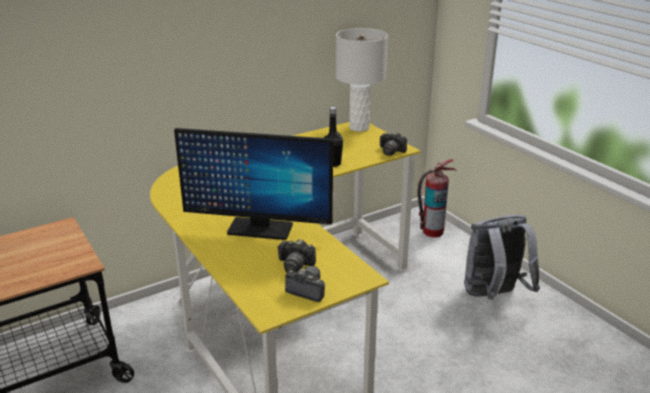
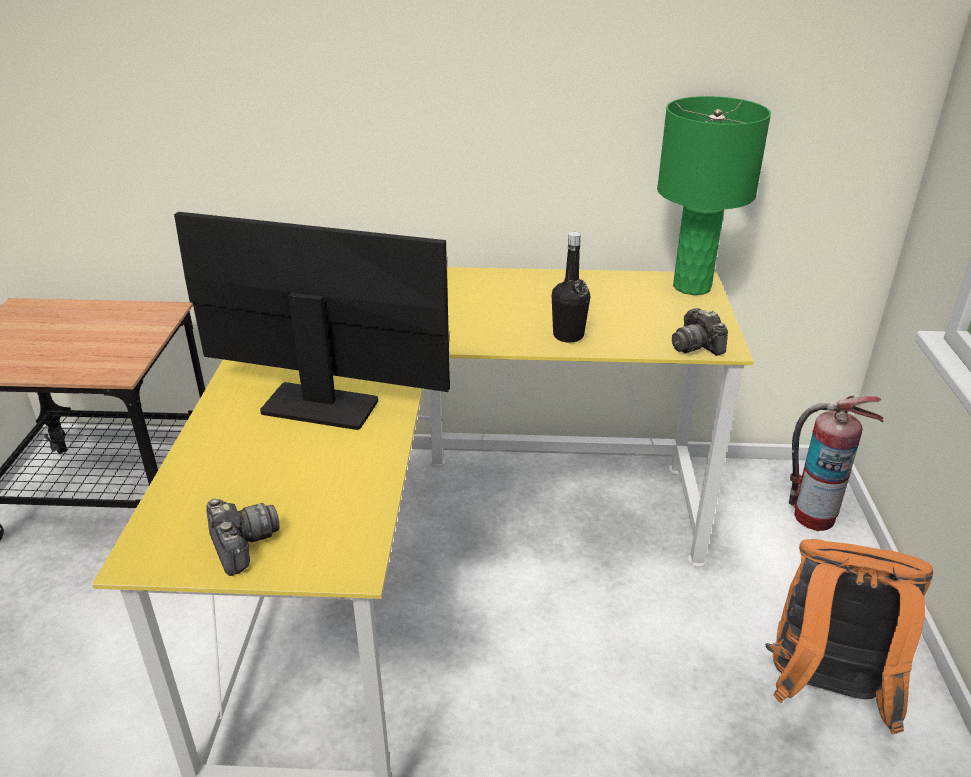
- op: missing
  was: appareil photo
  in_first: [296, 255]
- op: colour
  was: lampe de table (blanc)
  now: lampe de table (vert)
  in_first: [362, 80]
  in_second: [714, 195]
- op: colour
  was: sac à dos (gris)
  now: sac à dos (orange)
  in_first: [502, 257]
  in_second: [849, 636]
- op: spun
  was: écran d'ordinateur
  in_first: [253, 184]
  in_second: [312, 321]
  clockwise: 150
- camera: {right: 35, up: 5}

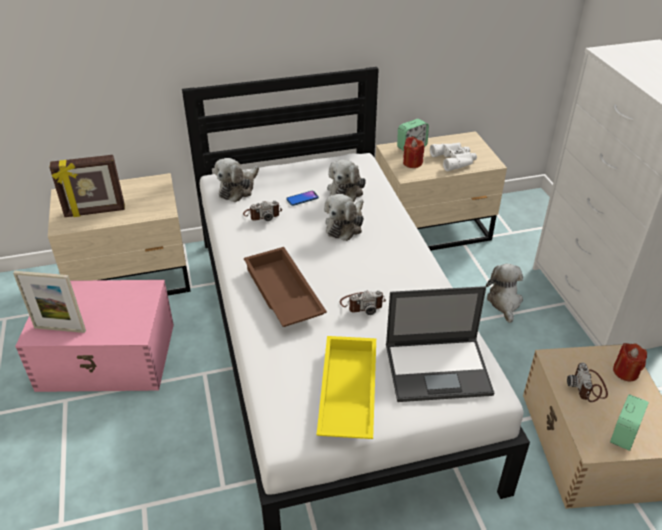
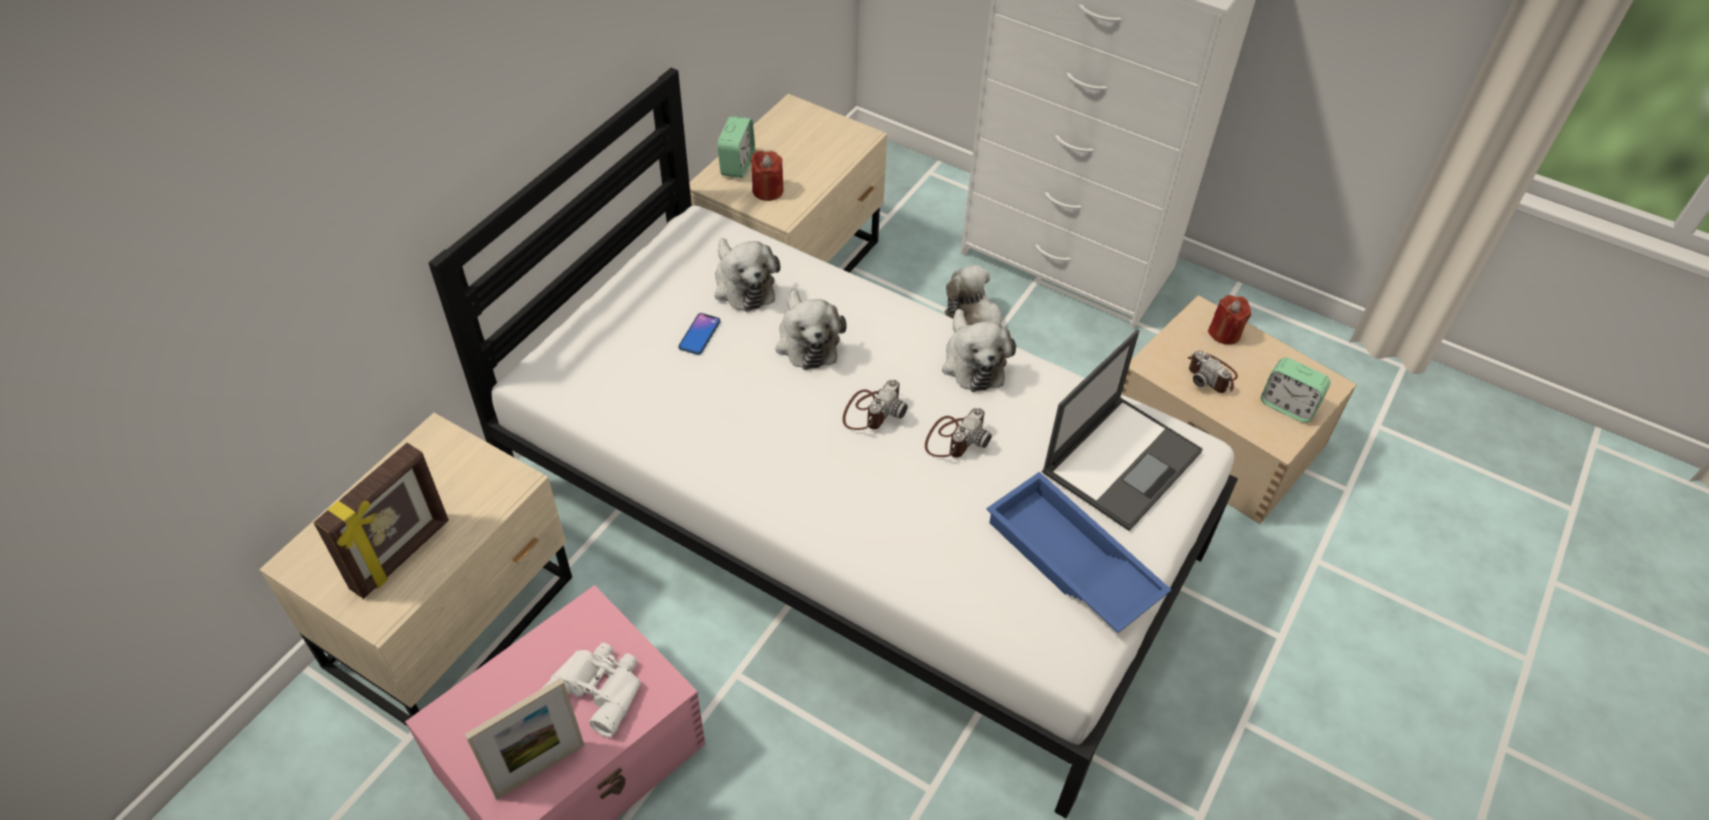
- op: missing
  was: plateau (marron)
  in_first: [285, 287]
- op: relocated
  was: peluche
  in_first: [236, 180]
  in_second: [979, 350]
- op: relocated
  was: appareil photo
  in_first: [262, 211]
  in_second: [875, 404]
- op: relocated
  was: jumelles (blanc)
  in_first: [453, 157]
  in_second: [591, 690]
- op: colour
  was: plateau (jaune)
  now: plateau (bleu)
  in_first: [346, 387]
  in_second: [1078, 552]
- op: spun
  was: réveil
  in_first: [629, 422]
  in_second: [1296, 390]
  clockwise: 135
- camera: {right: -45, up: 10}

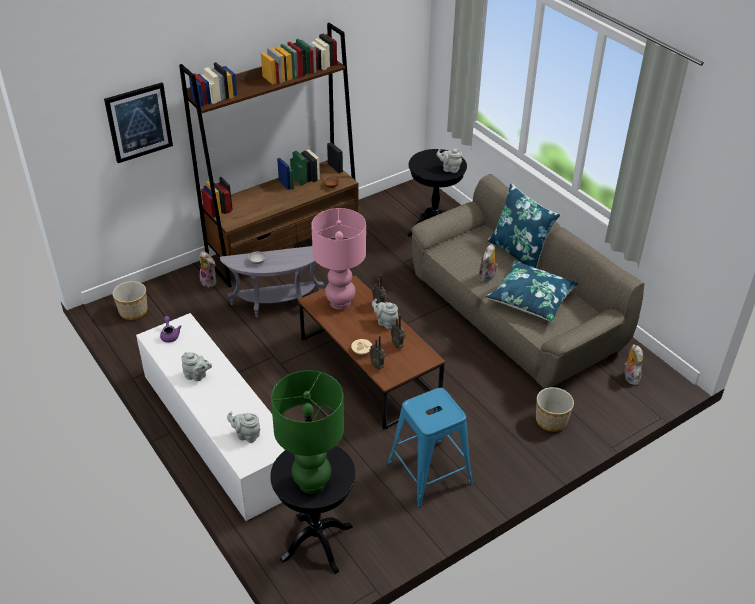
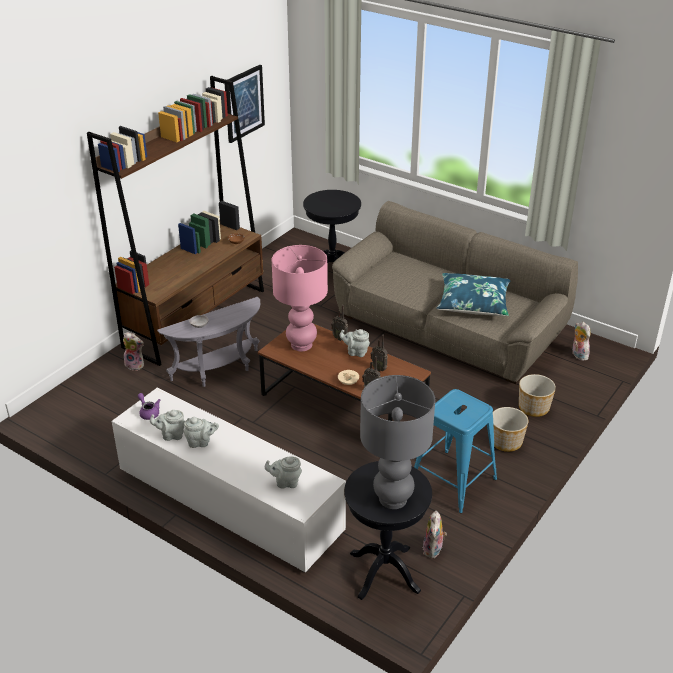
- op: missing
  was: coussin (bleu)
  in_first: [524, 225]
- op: relocated
  was: tableau
  in_first: [138, 122]
  in_second: [245, 104]
- op: relocated
  was: cache-pot
  in_first: [130, 300]
  in_second: [510, 429]
- op: relocated
  was: théière (gris)
  in_first: [449, 160]
  in_second: [167, 425]
- op: relocated
  was: peluche
  in_first: [488, 263]
  in_second: [435, 534]
- op: colour
  was: lampe de table (vert)
  now: lampe de table (gris)
  in_first: [307, 432]
  in_second: [397, 442]
- camera: {right: -20, up: -5}

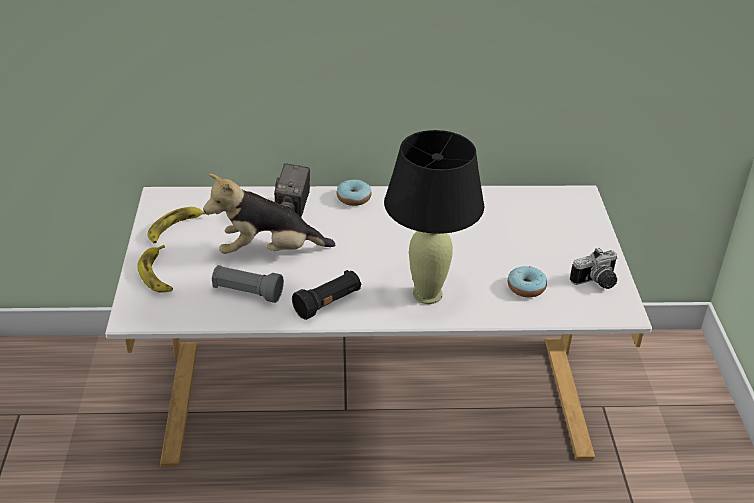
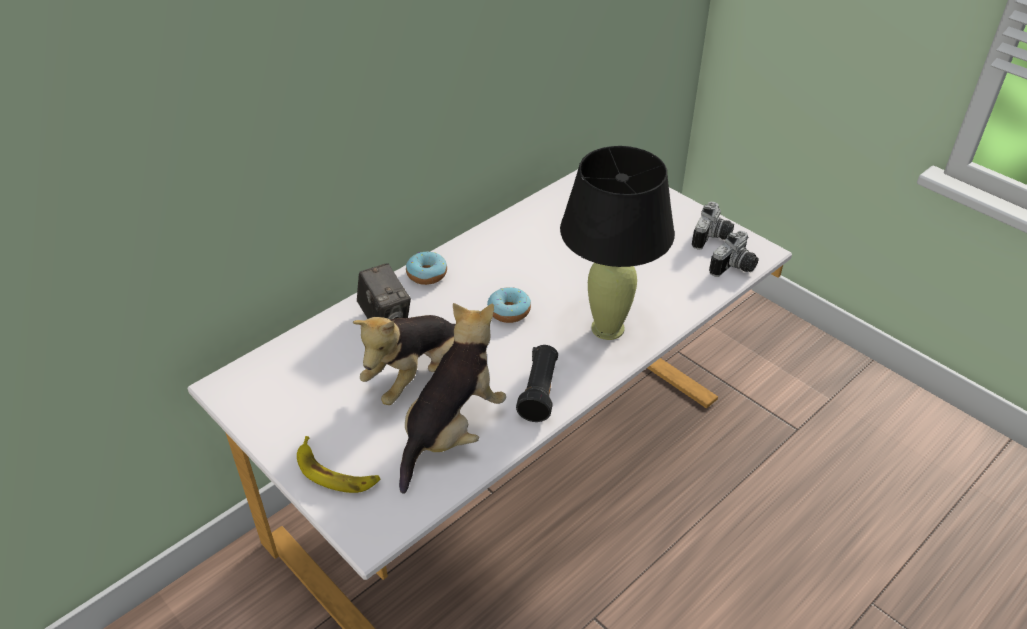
- op: missing
  was: banane
  in_first: [178, 225]
- op: appeared
  now: appareil photo
  in_second: [734, 254]
- op: relocated
  was: beignet
  in_first: [527, 281]
  in_second: [509, 305]
- op: exchanged
  was: lampe de poche (gris)
  now: peluche
  in_first: [248, 284]
  in_second: [452, 398]
- camera: {right: -40, up: 5}

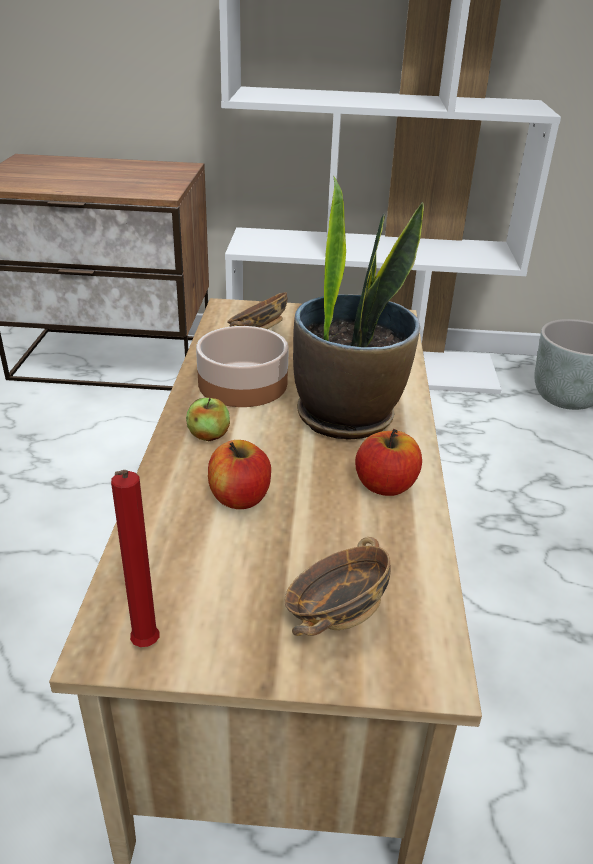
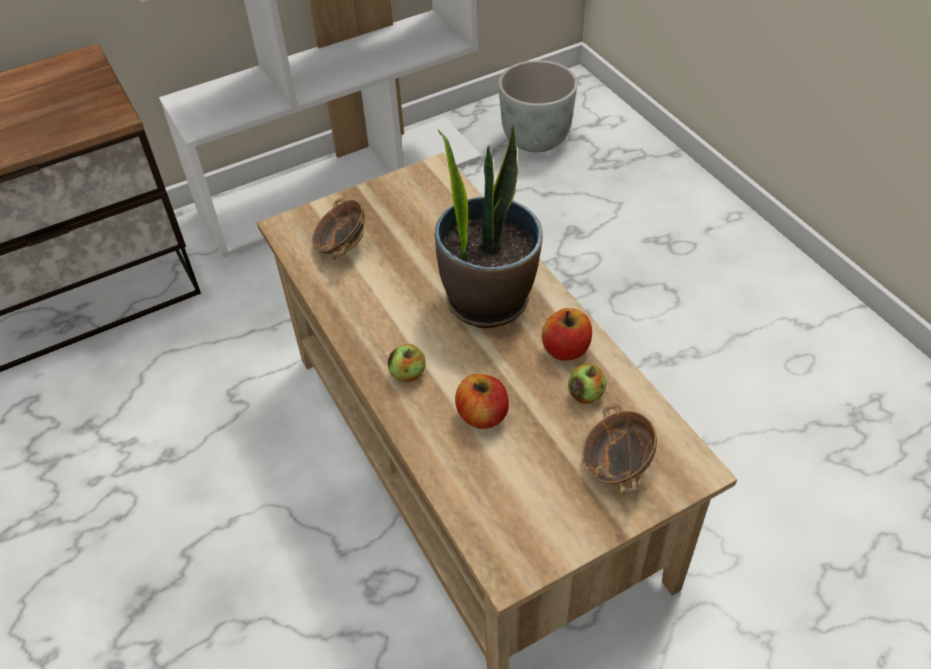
- op: missing
  was: bougie (rouge)
  in_first: [135, 558]
- op: missing
  was: bol
  in_first: [242, 366]
- op: appeared
  now: pomme
  in_second: [587, 384]
- camera: {right: -30, up: 15}

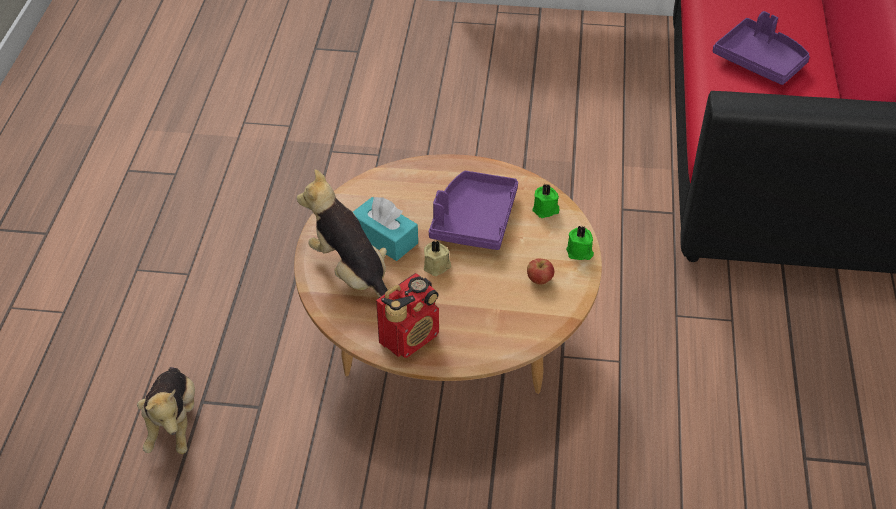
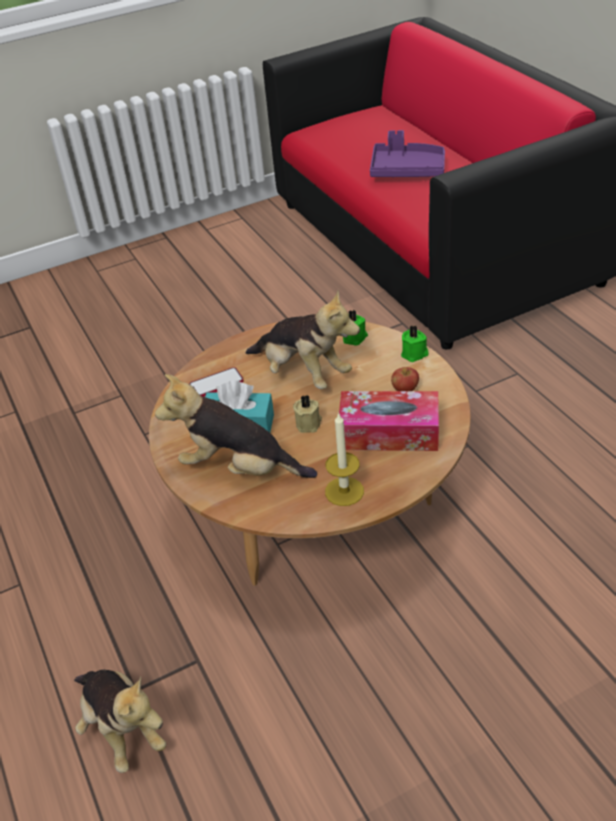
- op: appeared
  now: téléphone
  in_second: [216, 382]
- op: appeared
  now: boîte à mouchoirs
  in_second: [389, 421]
- op: exchanged
  was: radio
  now: bougie
  in_first: [407, 315]
  in_second: [344, 459]
- op: exchanged
  was: plateau (violet)
  now: peluche
  in_first: [473, 210]
  in_second: [302, 339]
- camera: {right: -30, up: -5}

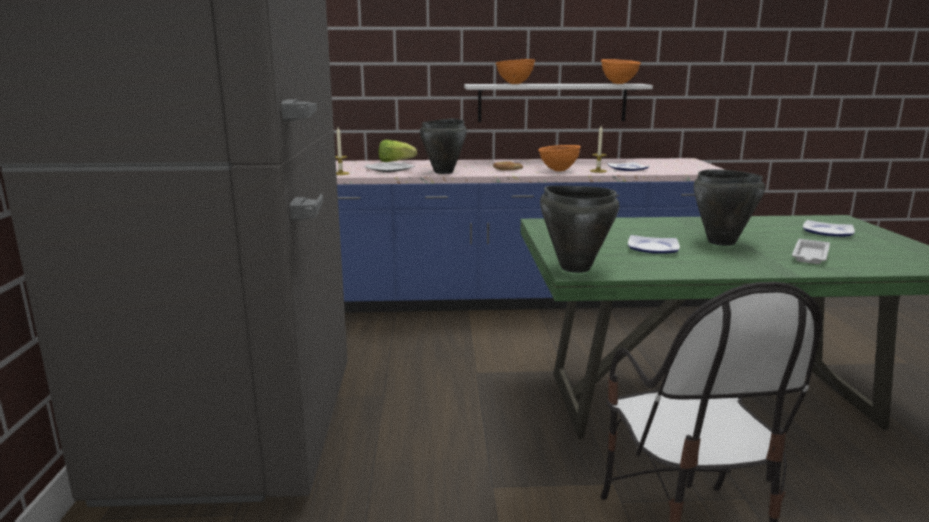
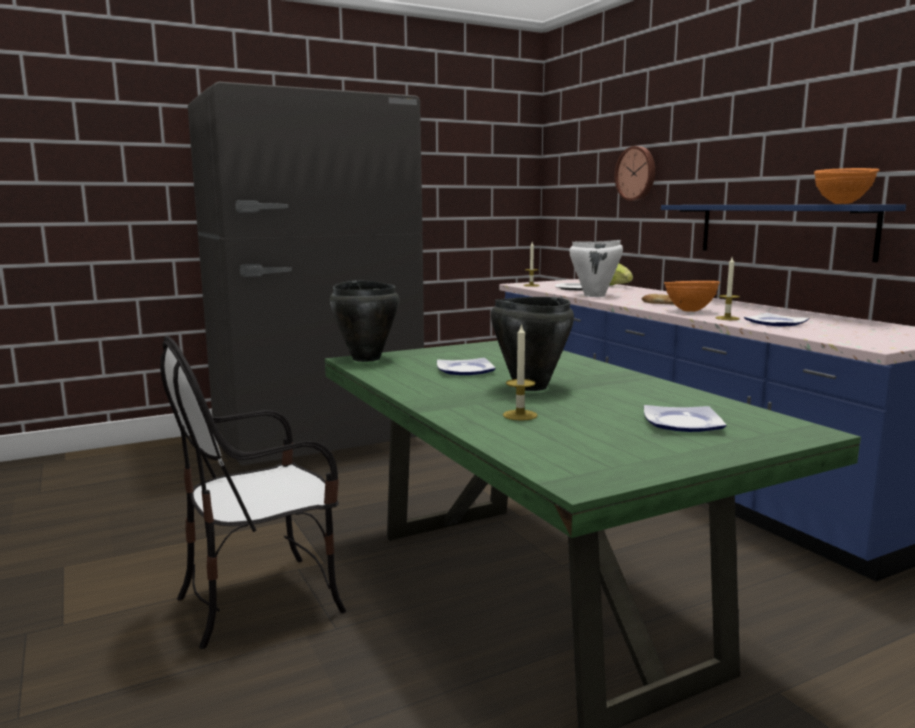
- op: missing
  was: bol (orange)
  in_first: [515, 71]
- op: appeared
  now: horloge murale
  in_second: [634, 173]
- op: exchanged
  was: plateau (blanc)
  now: bougie
  in_first: [811, 251]
  in_second: [520, 372]
- op: colour
  was: marmite (noir)
  now: marmite (blanc)
  in_first: [443, 146]
  in_second: [596, 268]
- op: colour
  was: étagère (blanc)
  now: étagère (bleu)
  in_first: [558, 103]
  in_second: [783, 233]
- camera: {right: 65, up: -5}

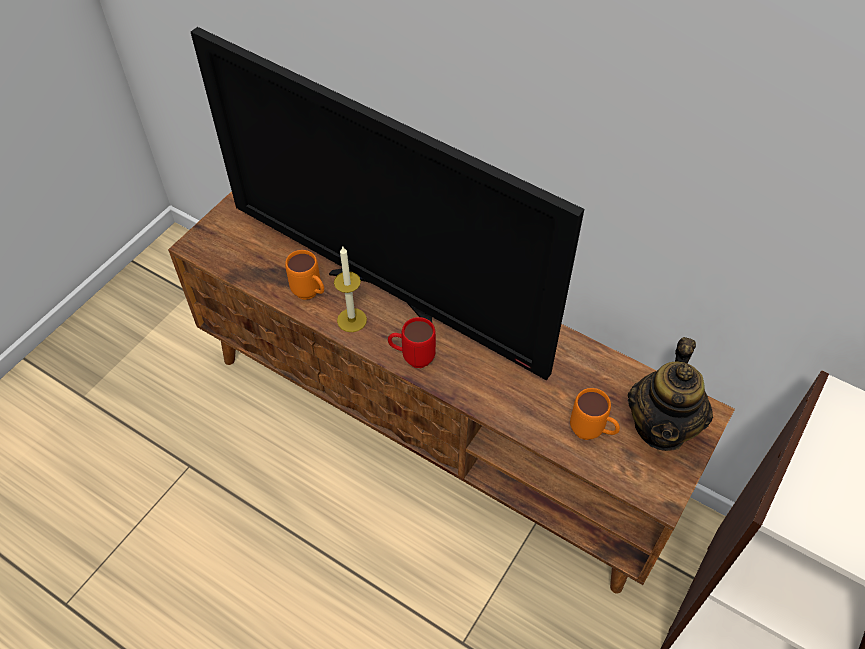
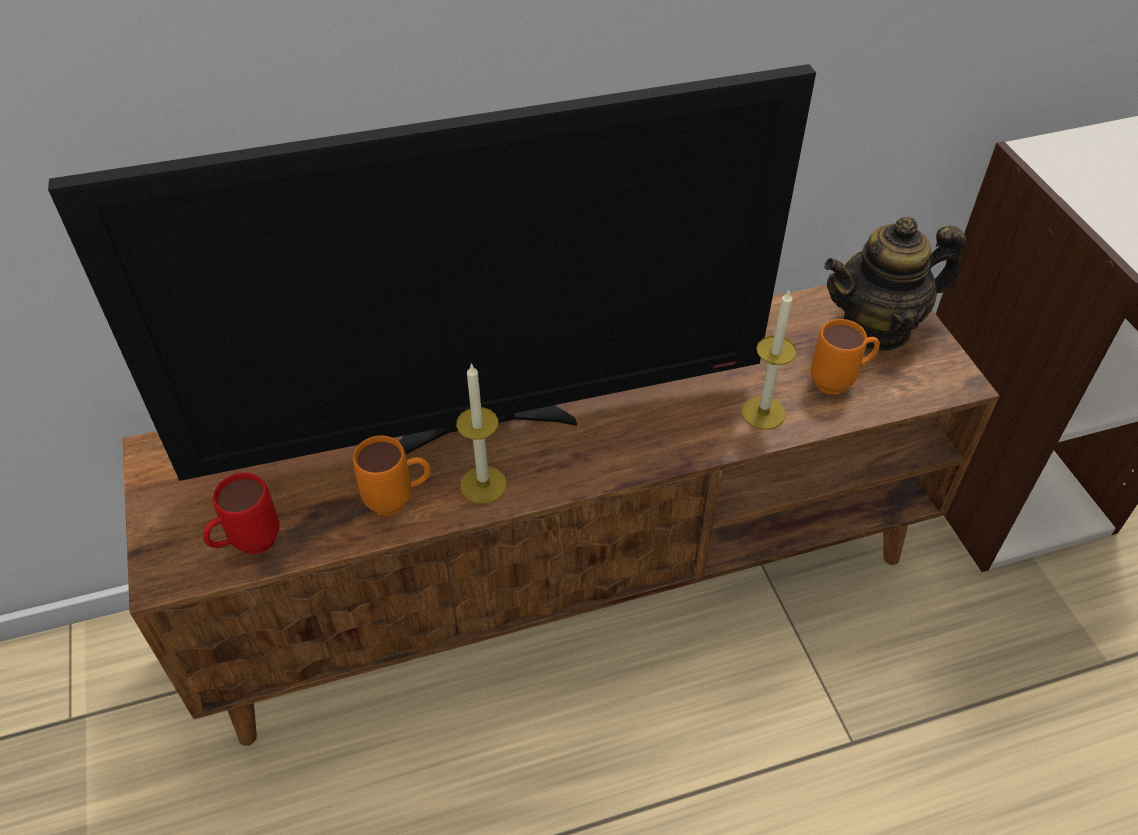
- op: appeared
  now: bougie
  in_second: [769, 360]
- op: relocated
  was: mug (rouge)
  in_first: [412, 342]
  in_second: [241, 513]
- op: spun
  was: théière
  in_first: [670, 394]
  in_second: [895, 284]
  clockwise: 105
- camera: {right: -50, up: -5}

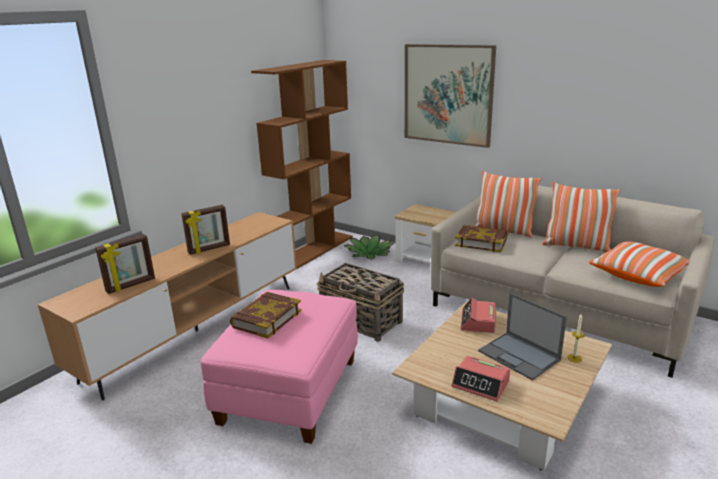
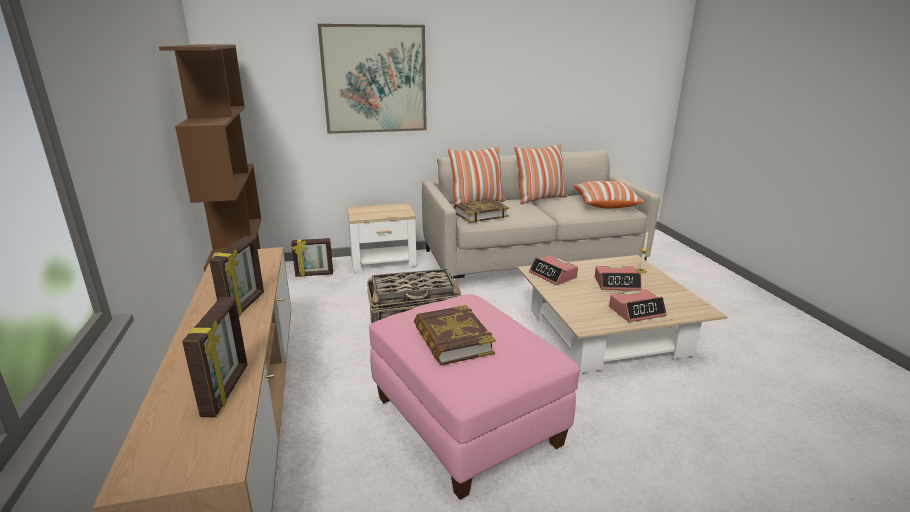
- op: exchanged
  was: plante en pot
  now: cadre photo
  in_first: [369, 247]
  in_second: [312, 257]
- op: exchanged
  was: ordinateur portable
  now: réveil
  in_first: [522, 337]
  in_second: [618, 278]
- camera: {right: -50, up: 0}

